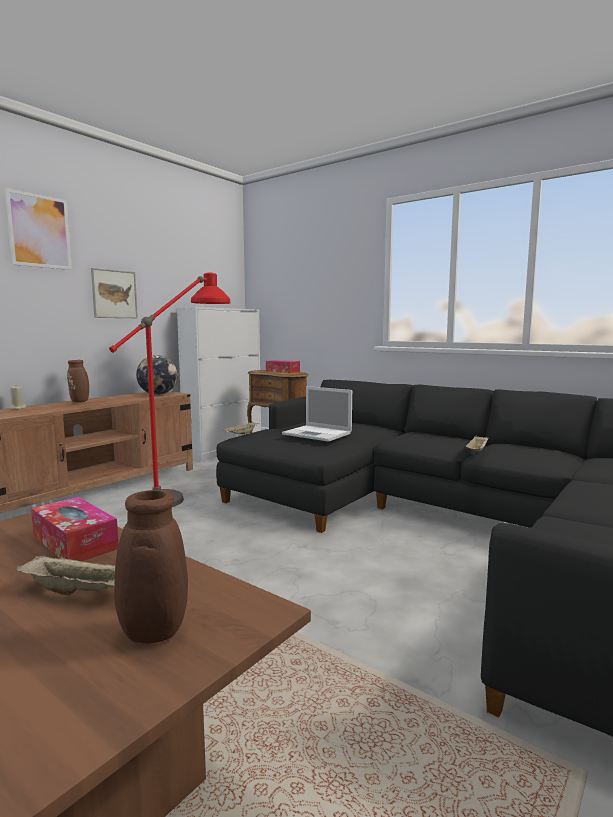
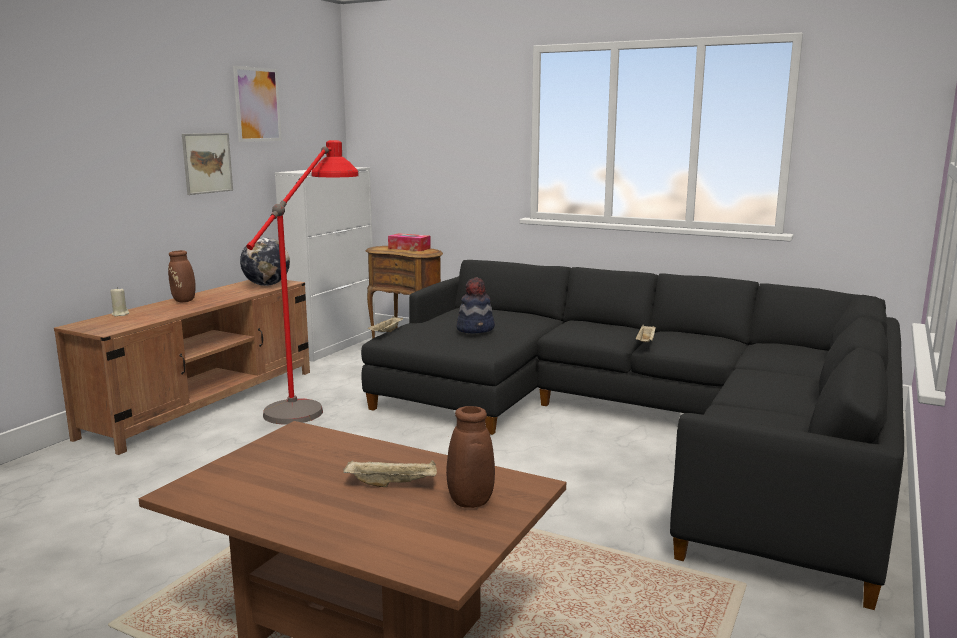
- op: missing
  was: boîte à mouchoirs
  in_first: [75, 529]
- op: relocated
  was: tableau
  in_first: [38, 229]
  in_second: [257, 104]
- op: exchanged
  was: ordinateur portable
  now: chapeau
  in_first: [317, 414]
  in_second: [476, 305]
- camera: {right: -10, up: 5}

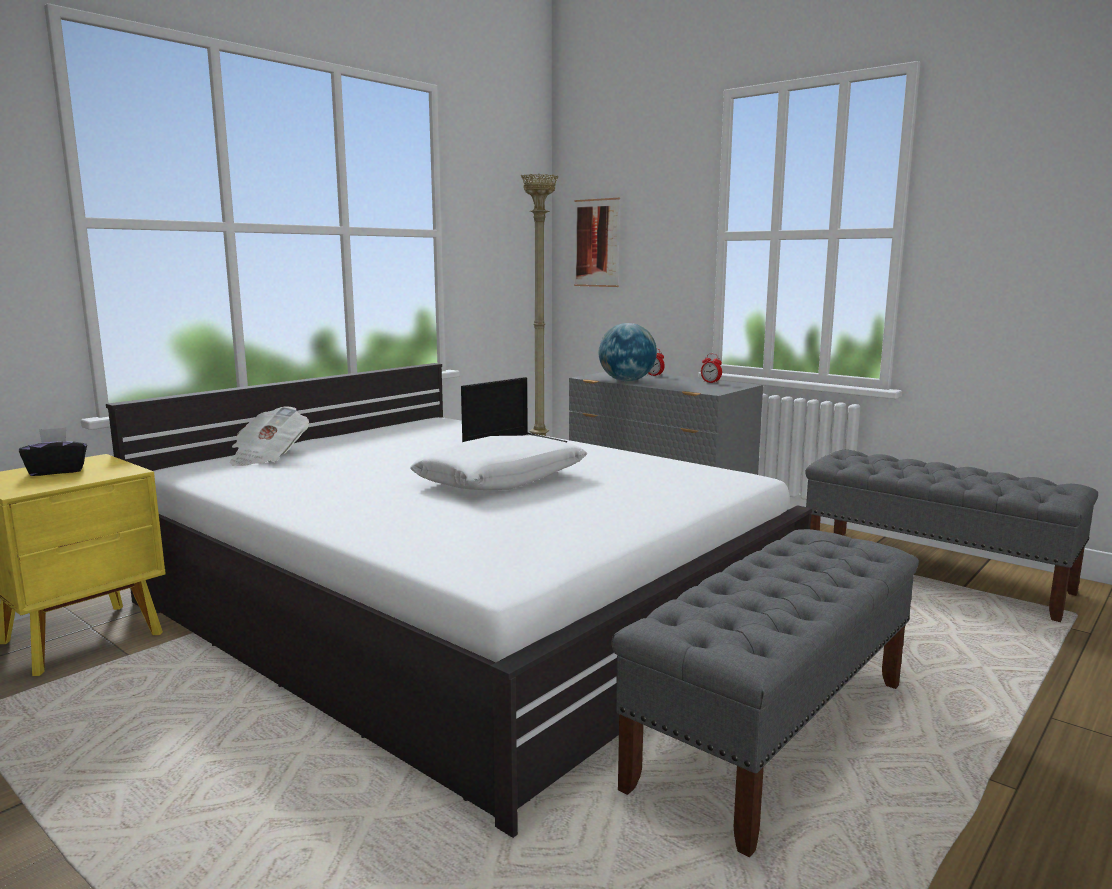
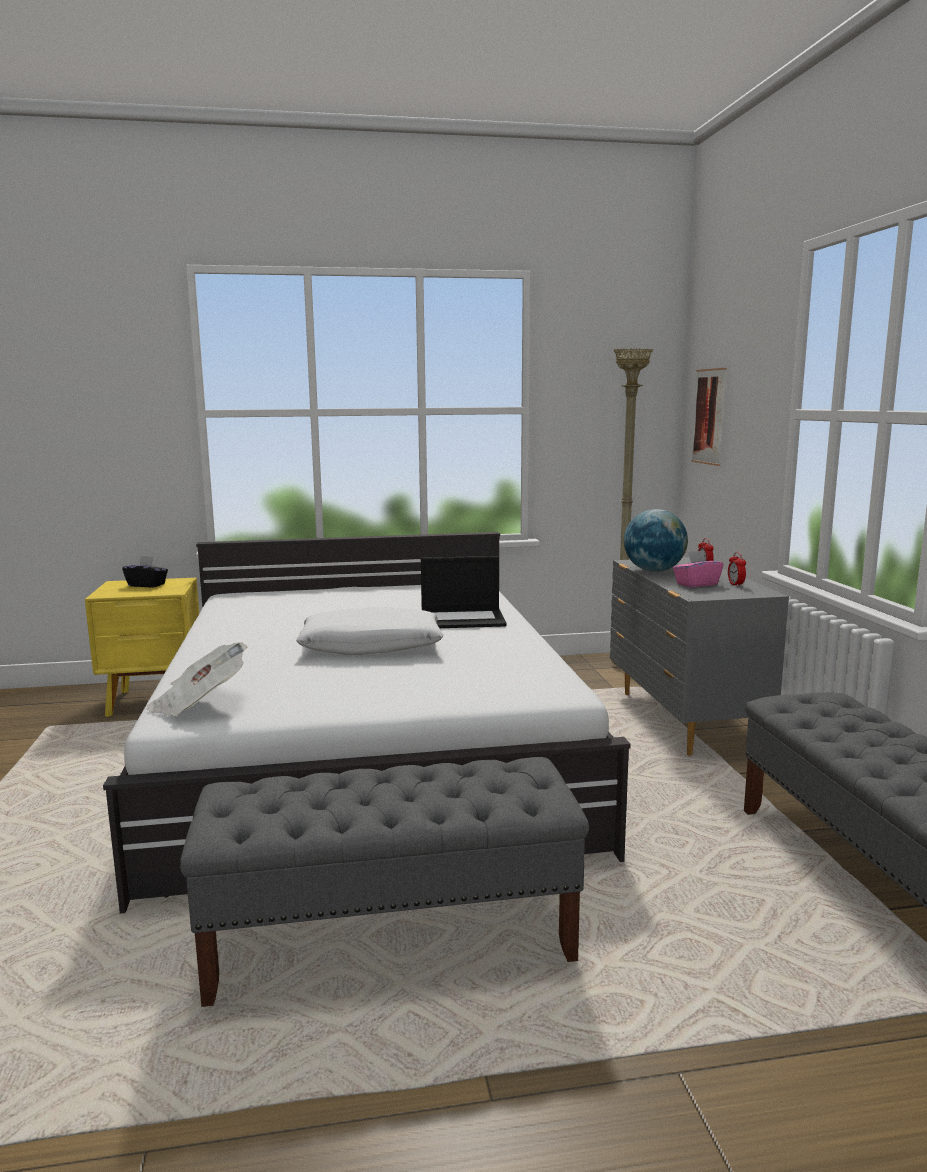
- op: appeared
  now: boîte à mouchoirs (rose)
  in_second: [698, 569]
- op: relocated
  was: journal
  in_first: [269, 436]
  in_second: [197, 679]
- camera: {right: 40, up: 0}

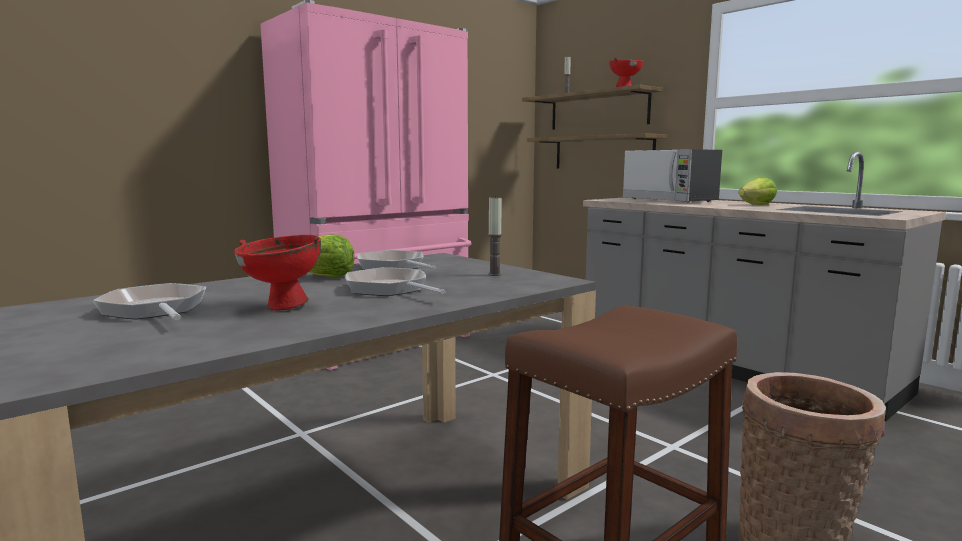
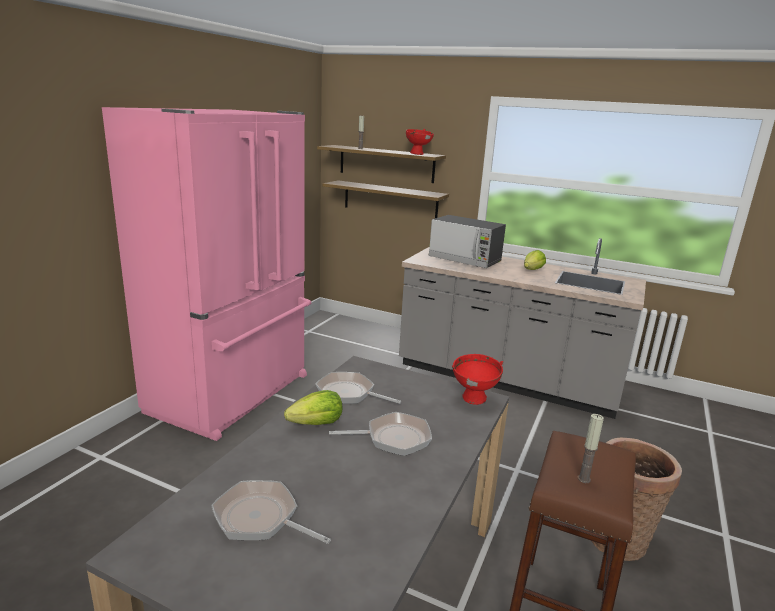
- op: relocated
  was: bol (rouge)
  in_first: [277, 273]
  in_second: [477, 379]
- op: relocated
  was: bougie
  in_first: [495, 236]
  in_second: [591, 448]
- op: spun
  was: poêle
  in_first: [395, 281]
  in_second: [380, 434]
  clockwise: 150
- camera: {right: -25, up: 10}

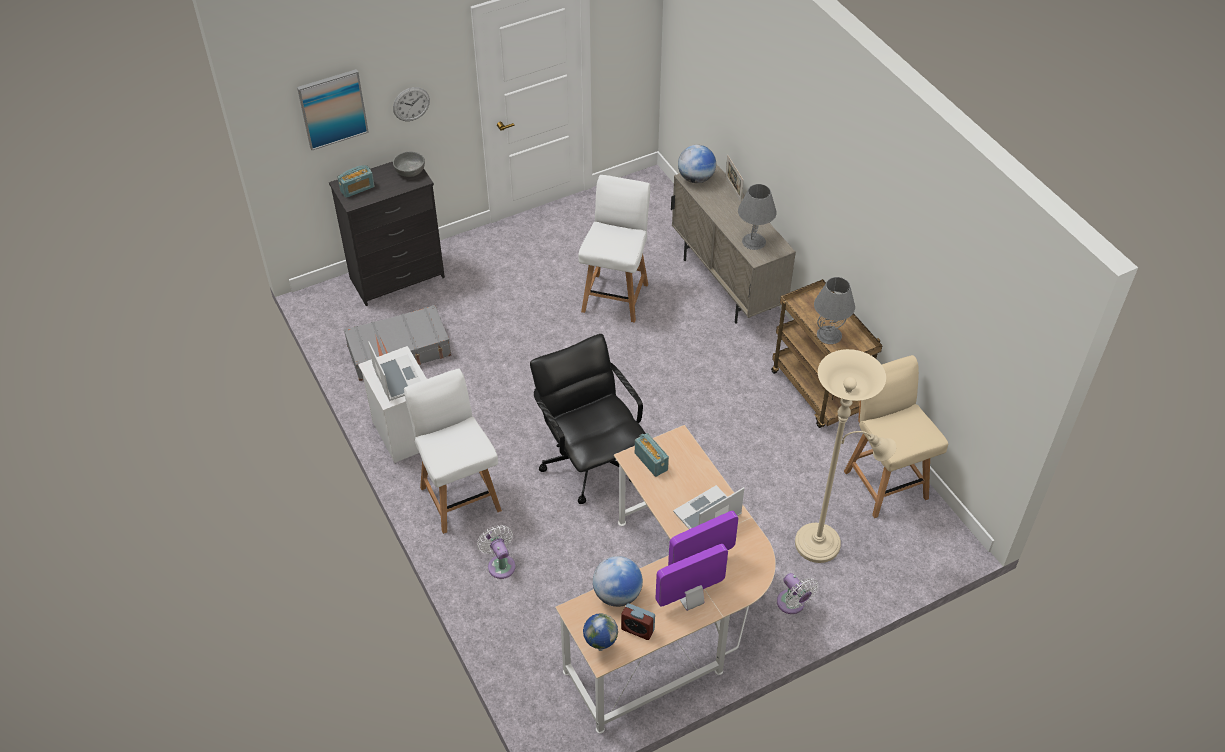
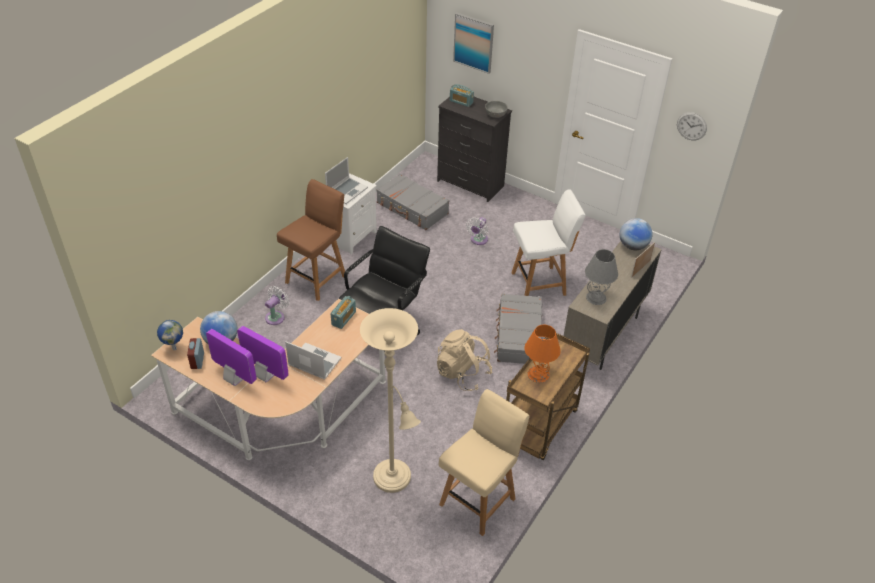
- op: appeared
  now: sac à dos (beige)
  in_second: [465, 360]
- op: appeared
  now: valise (gris)
  in_second: [518, 328]
- op: relocated
  was: horloge murale
  in_first: [411, 104]
  in_second: [692, 126]
- op: relocated
  was: ventilateur (blanc)
  in_first: [797, 593]
  in_second: [477, 231]
- op: colour
  was: chaise (blanc)
  now: chaise (marron)
  in_first: [453, 451]
  in_second: [311, 240]
- op: colour
  was: lampe de table (gris)
  now: lampe de table (orange)
  in_first: [834, 310]
  in_second: [542, 354]
- camera: {right: 60, up: -5}

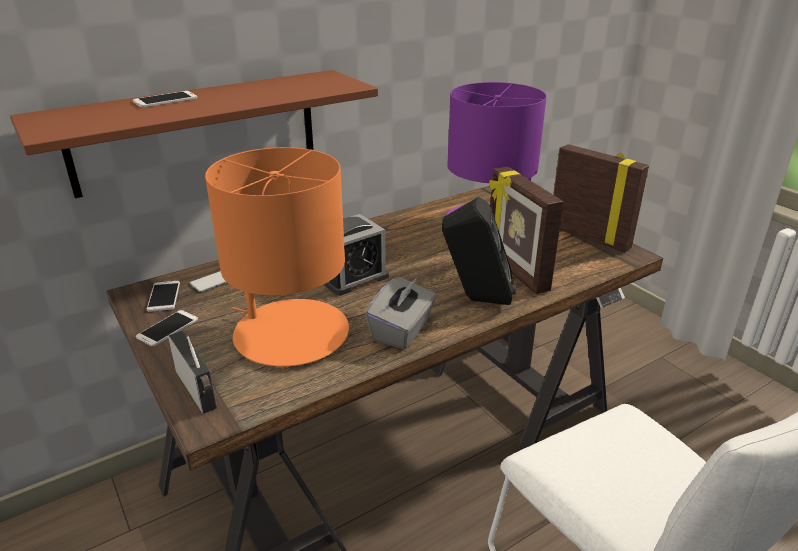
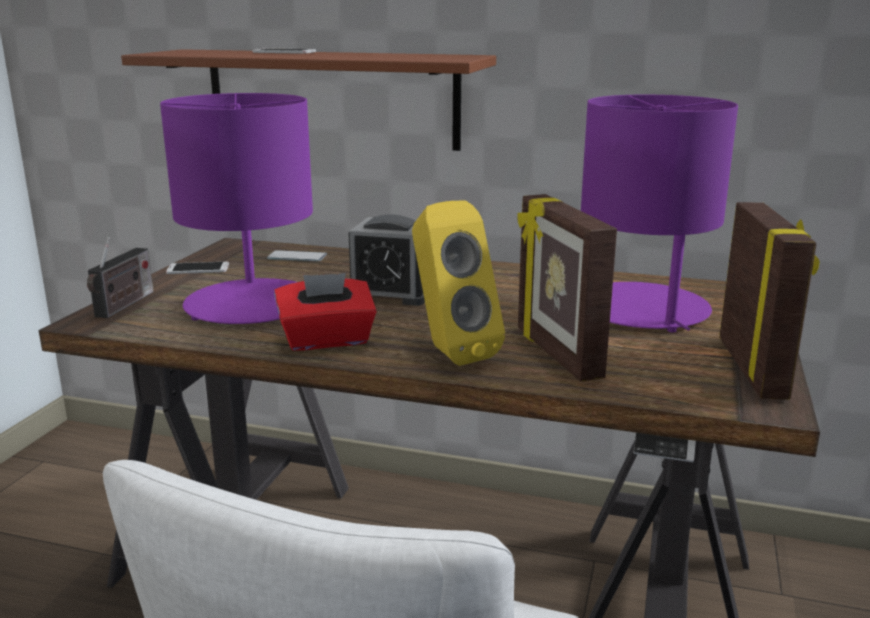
- op: missing
  was: téléphone
  in_first: [163, 296]
- op: colour
  was: lampe de table (orange)
  now: lampe de table (violet)
  in_first: [277, 258]
  in_second: [236, 208]
- op: colour
  was: boîte à mouchoirs (gris)
  now: boîte à mouchoirs (rouge)
  in_first: [400, 313]
  in_second: [325, 312]
- op: colour
  was: enceinte (noir)
  now: enceinte (jaune)
  in_first: [479, 251]
  in_second: [458, 283]
- op: spun
  was: cadre photo
  in_first: [526, 230]
  in_second: [567, 288]
  clockwise: -45
- camera: {right: 50, up: -10}

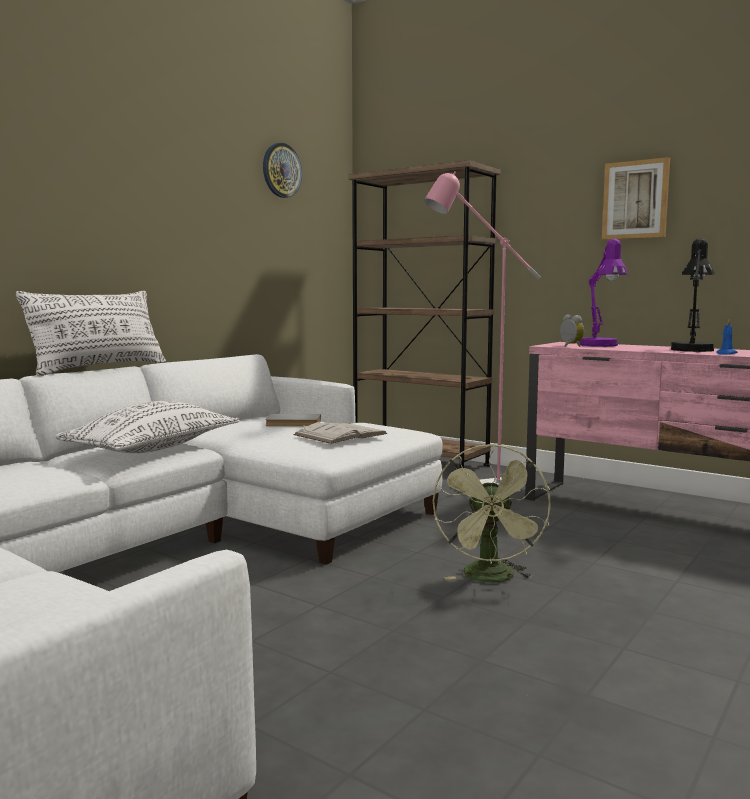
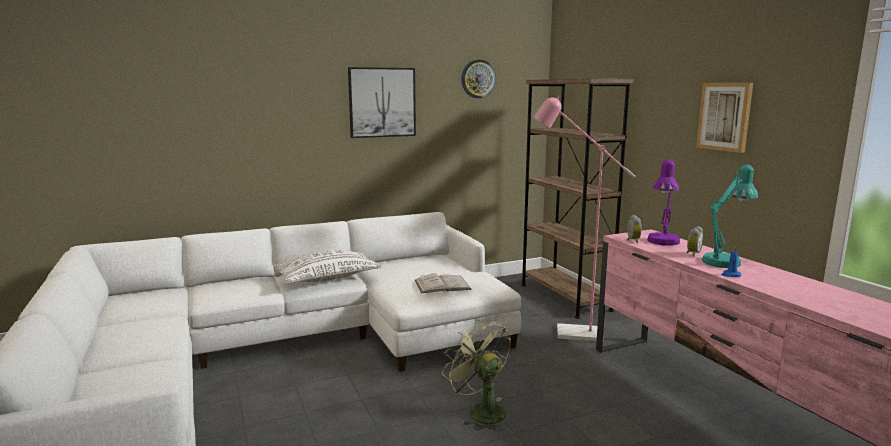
- op: missing
  was: coussin (blanc)
  in_first: [91, 333]
- op: missing
  was: livre (gris)
  in_first: [293, 420]
- op: appeared
  now: tableau
  in_second: [382, 102]
- op: appeared
  now: réveil
  in_second: [695, 241]
- op: colour
  was: lampe de table (noir)
  now: lampe de table (turquoise)
  in_first: [693, 295]
  in_second: [730, 216]
- op: spun
  was: ventilateur (vert)
  in_first: [492, 513]
  in_second: [476, 375]
  clockwise: 105
- camera: {right: 30, up: 5}

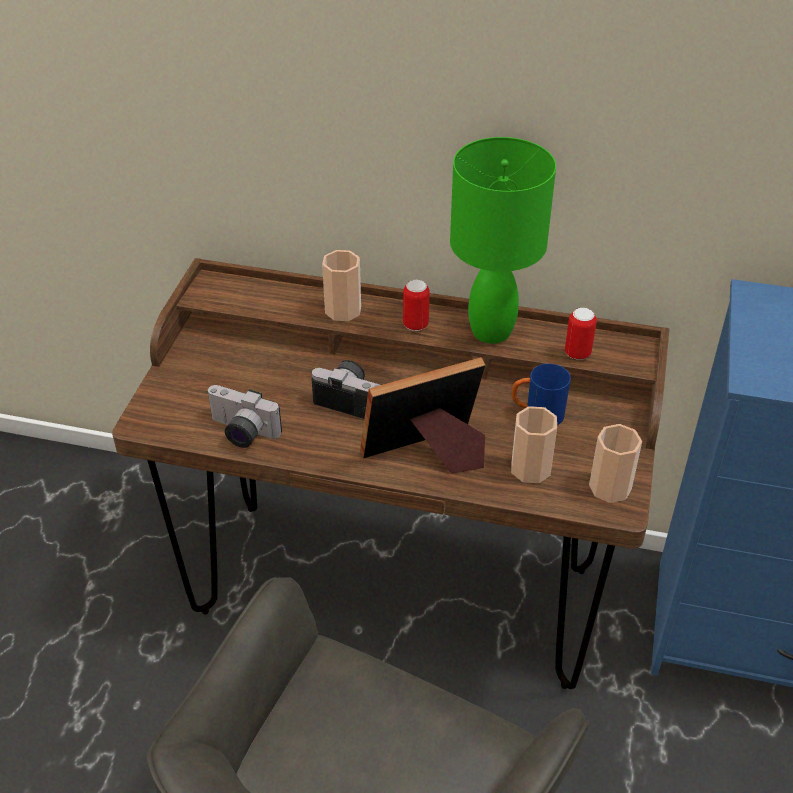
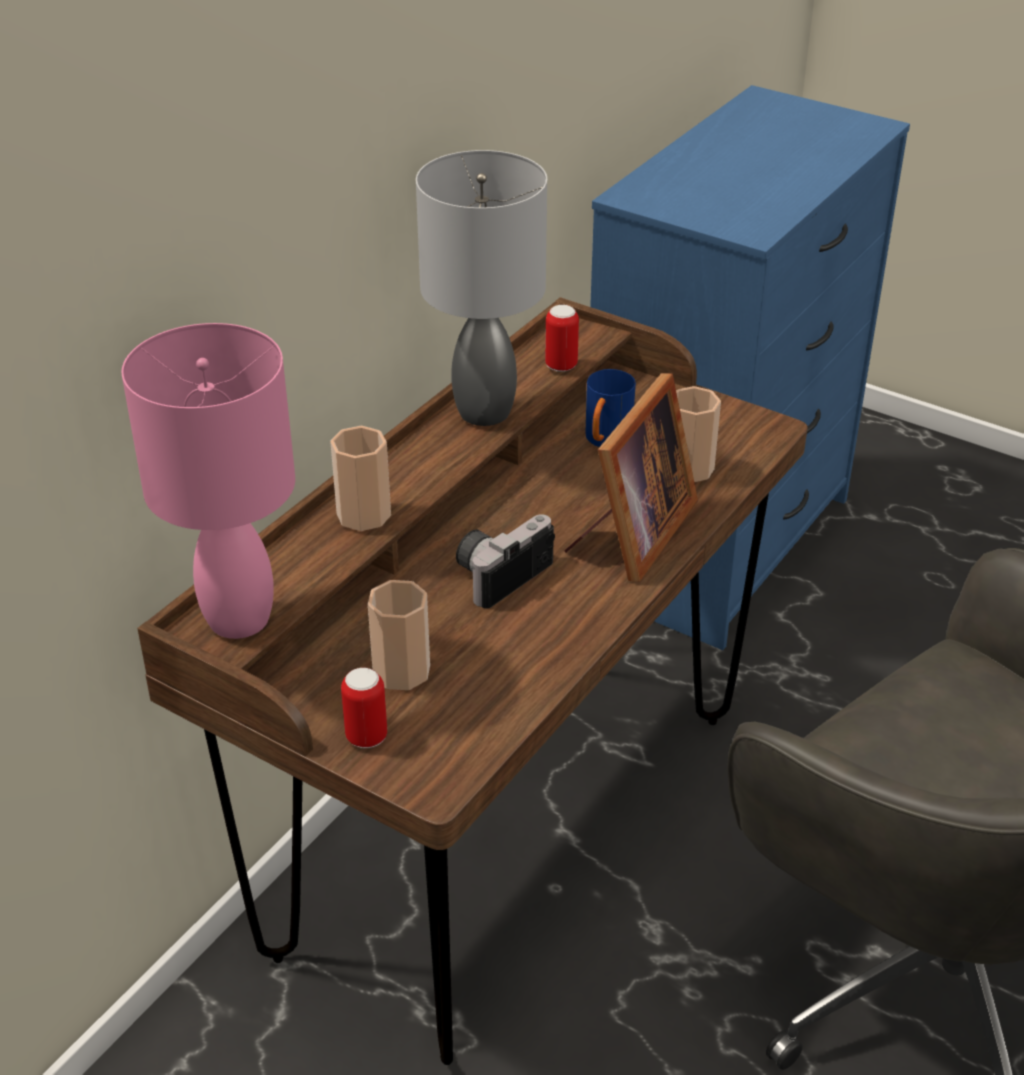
- op: missing
  was: appareil photo
  in_first: [244, 416]
- op: appeared
  now: lampe de table (rose)
  in_second: [208, 481]
- op: relocated
  was: boîte métallique
  in_first: [416, 305]
  in_second: [364, 708]
- op: relocated
  was: tasse
  in_first: [615, 463]
  in_second: [399, 635]
- op: colour
  was: lampe de table (vert)
  now: lampe de table (gris)
  in_first: [503, 240]
  in_second: [481, 288]
- op: spun
  was: cadre photo
  in_first: [423, 415]
  in_second: [631, 477]
  clockwise: -150
- camera: {right: -70, up: -5}

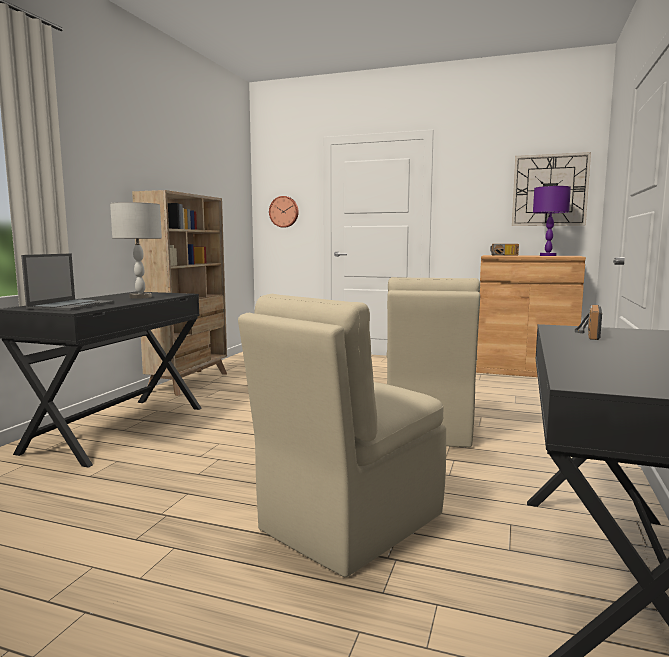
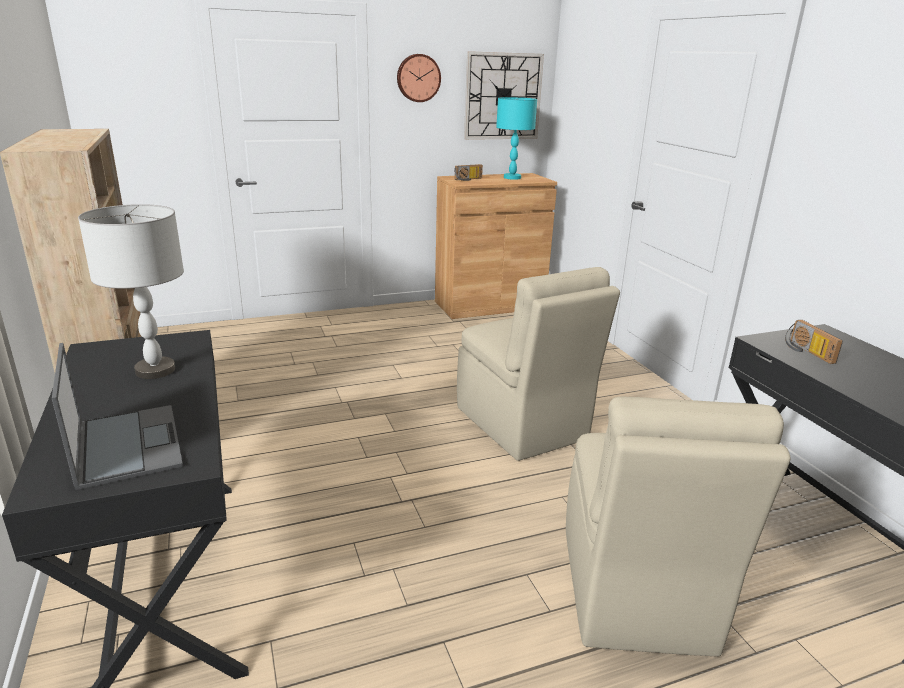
- op: relocated
  was: horloge murale
  in_first: [284, 212]
  in_second: [419, 78]
- op: colour
  was: lampe de table (violet)
  now: lampe de table (turquoise)
  in_first: [552, 221]
  in_second: [516, 138]
- camera: {right: -40, up: 15}

